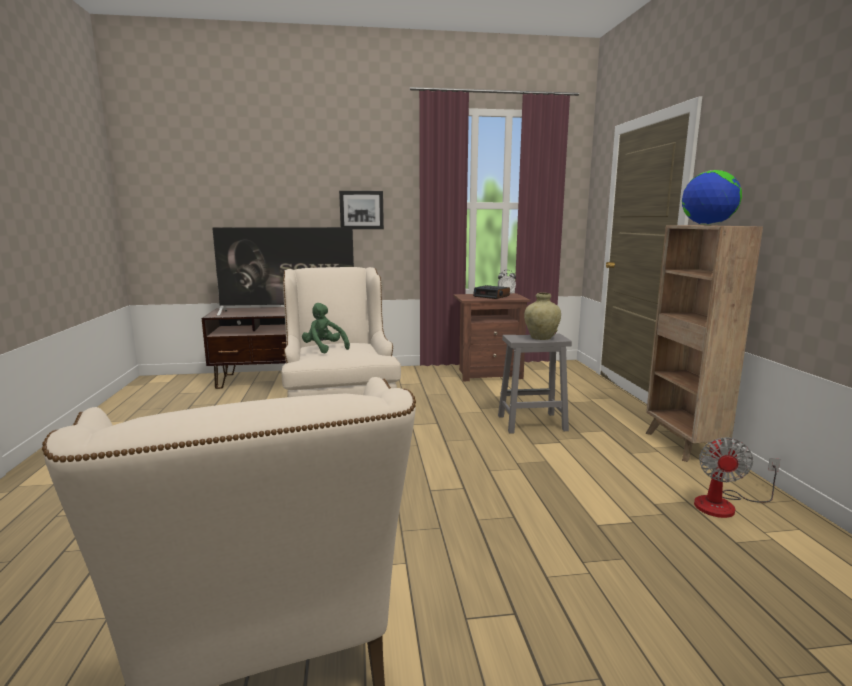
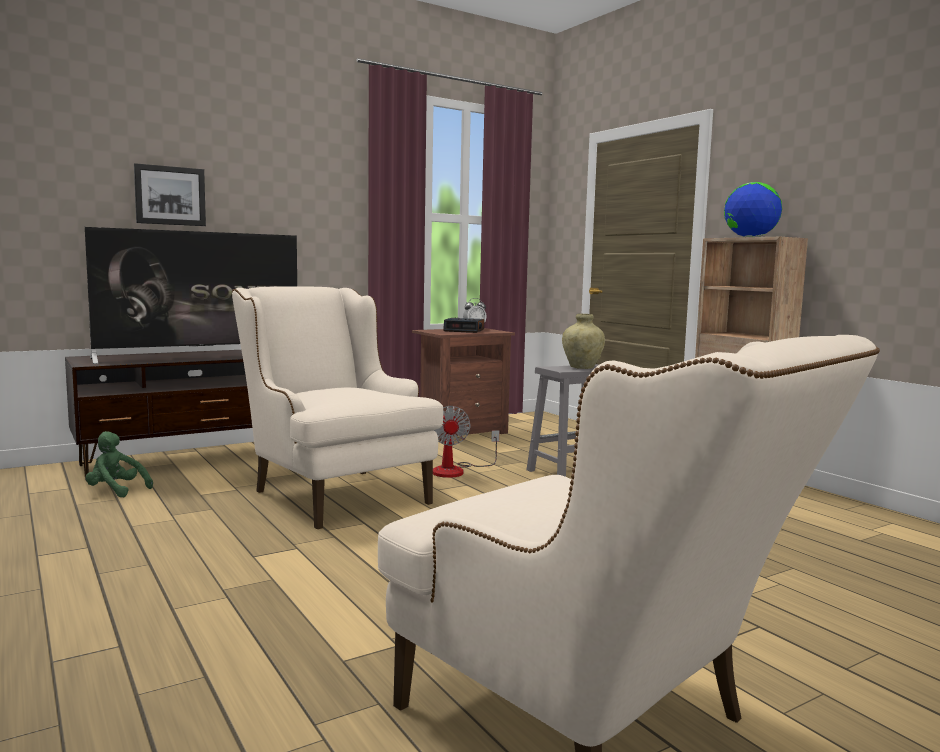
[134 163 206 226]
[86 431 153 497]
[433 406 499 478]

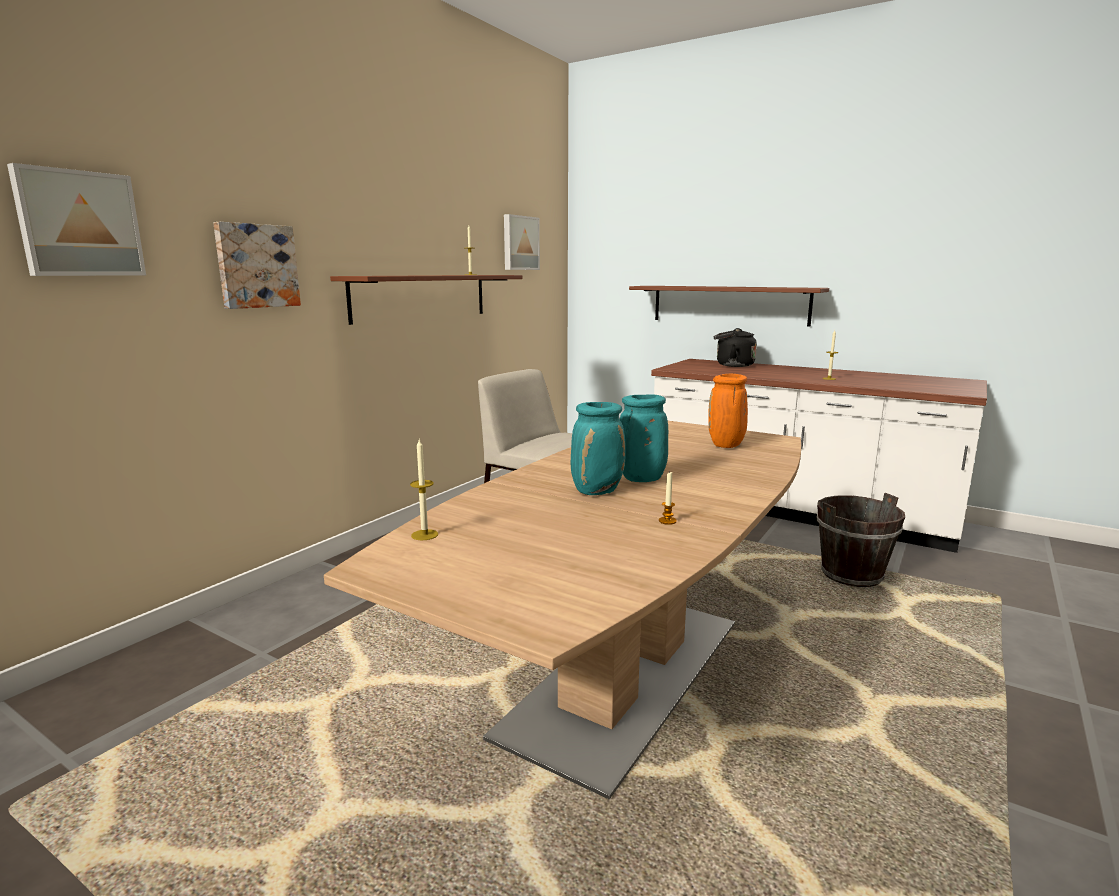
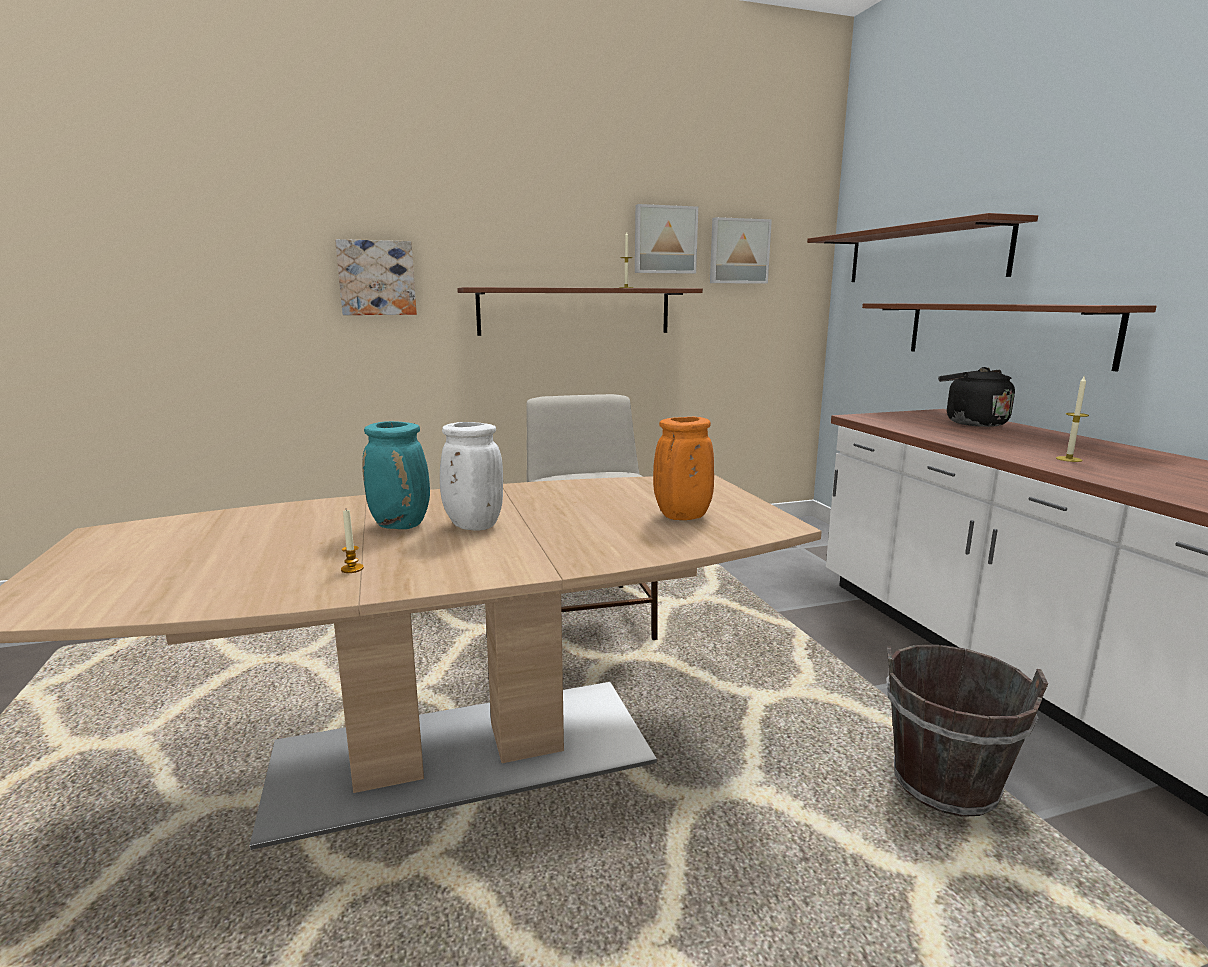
[635 204 698 274]
[440 422 503 531]
[410 439 438 540] (first image)
[807 213 1038 282]

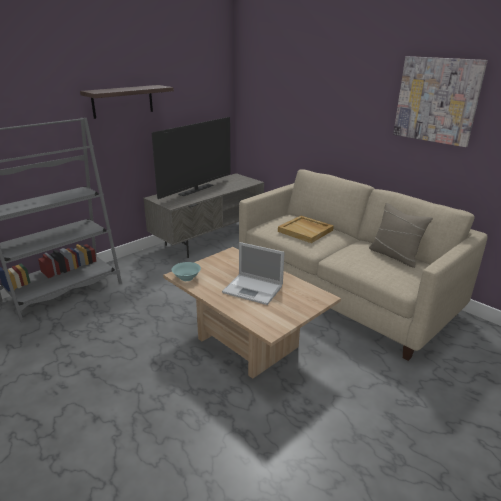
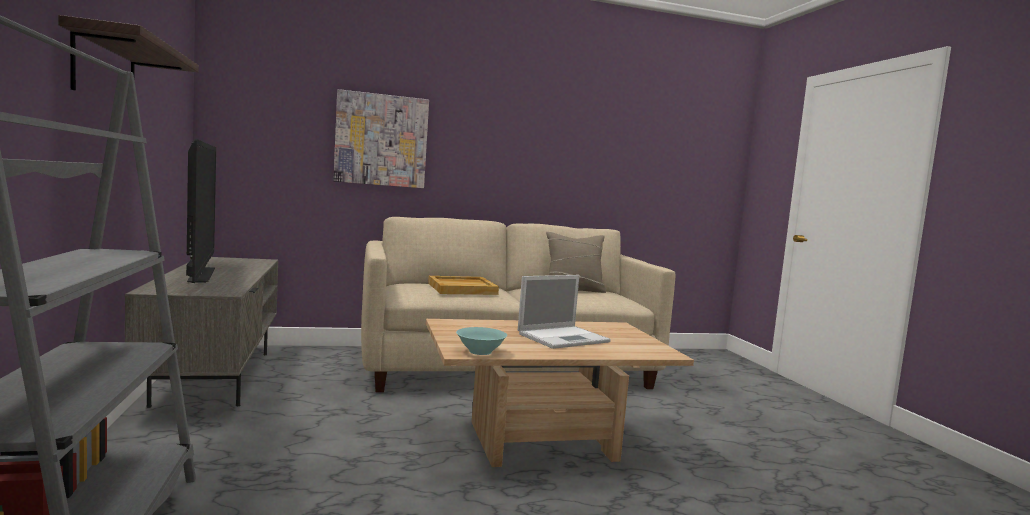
[333 89 429 188]

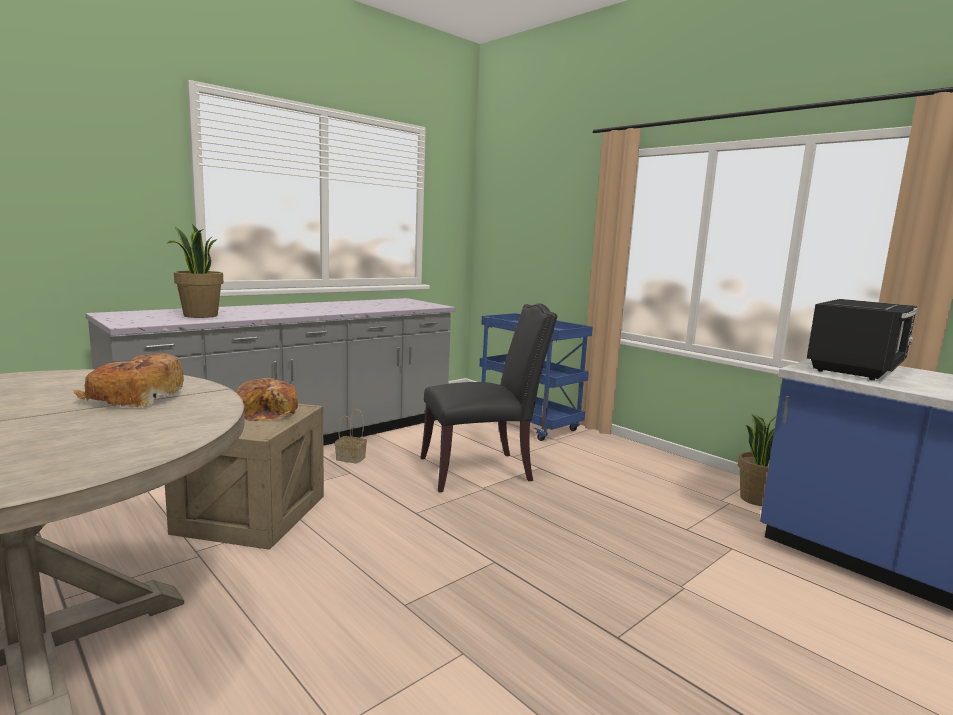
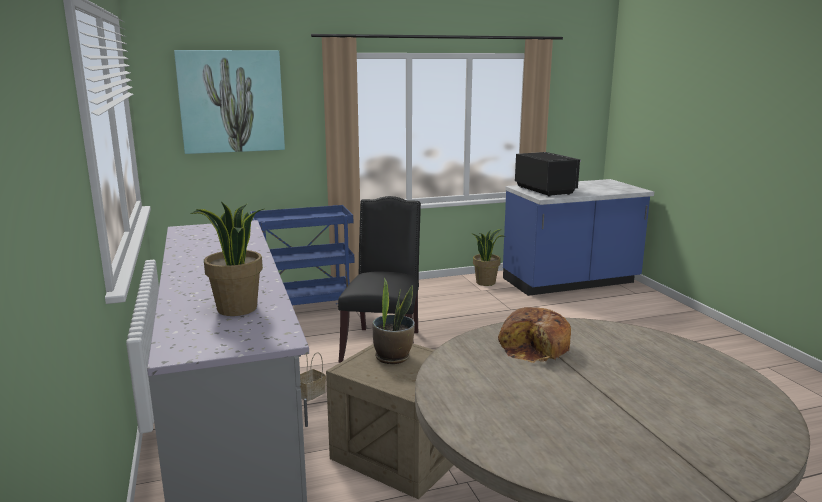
[373 278 415 364]
[174 50 285 154]

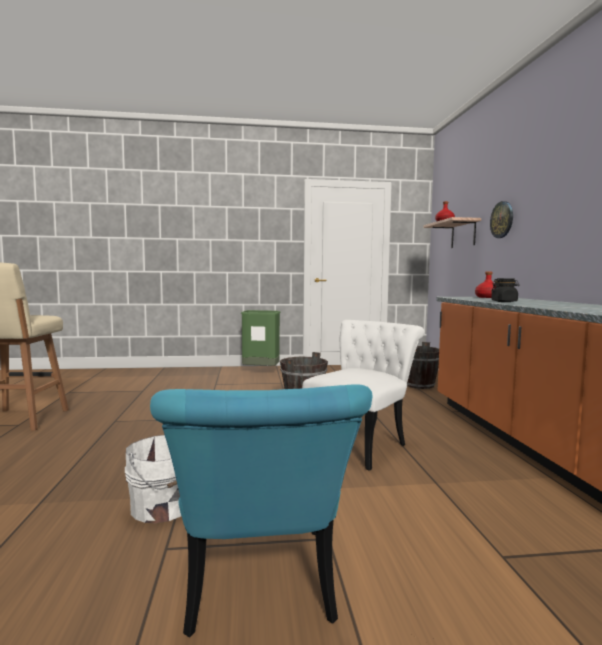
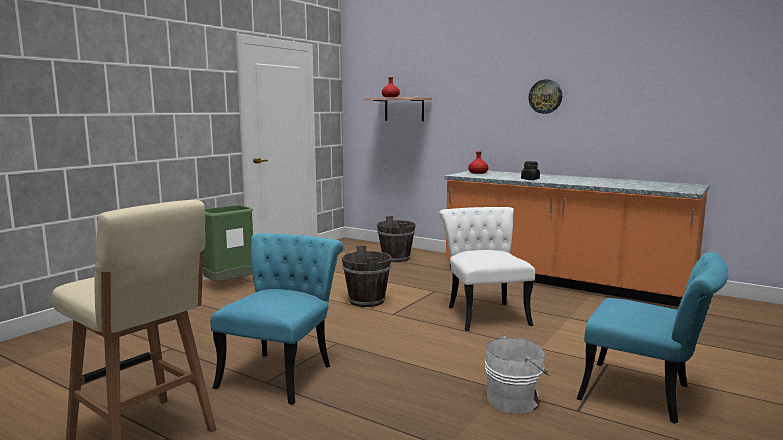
[529 79 562 114]
[211 233 344 405]

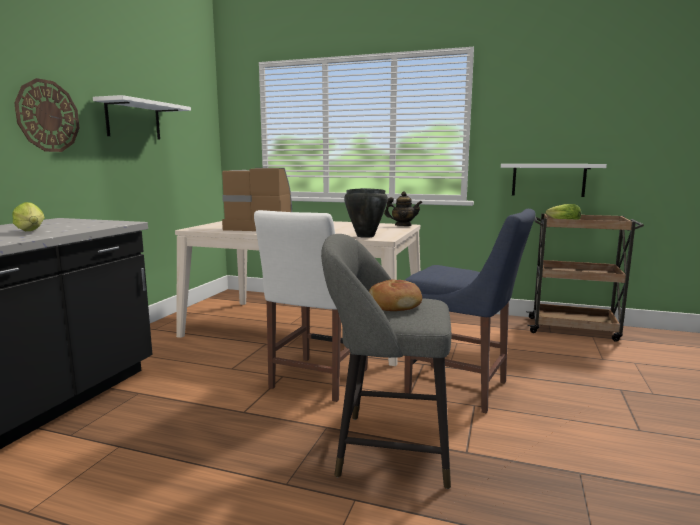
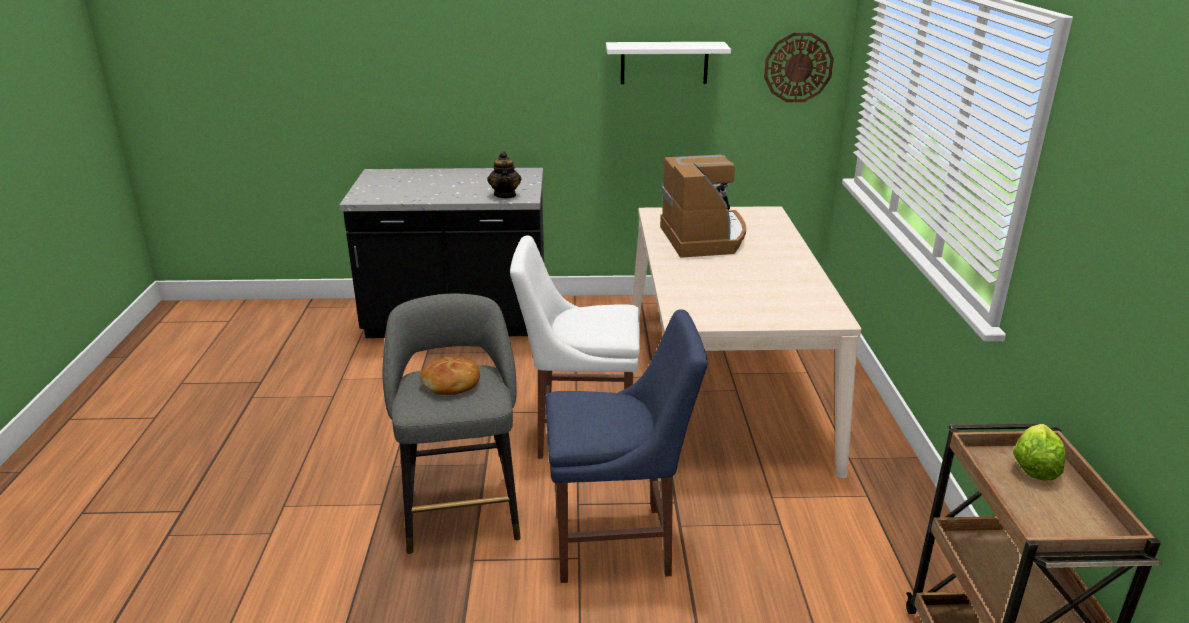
[764 33 834 102]
[501 164 607 197] (first image)
[344 188 388 238] (first image)
[487 151 521 198]
[12 202 45 231] (first image)
[546 309 708 583]

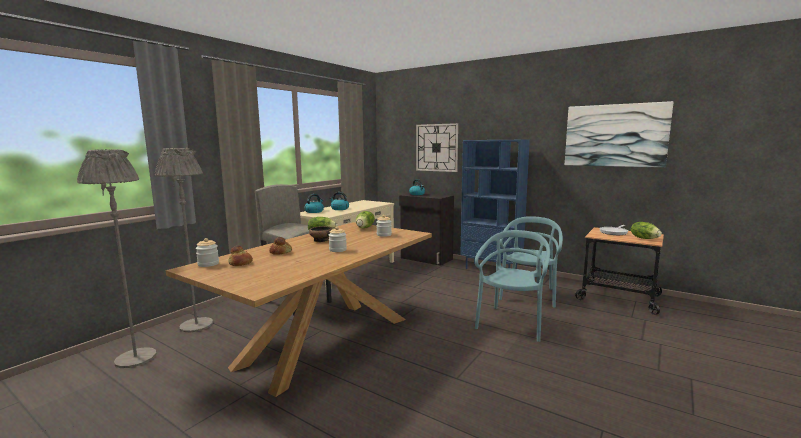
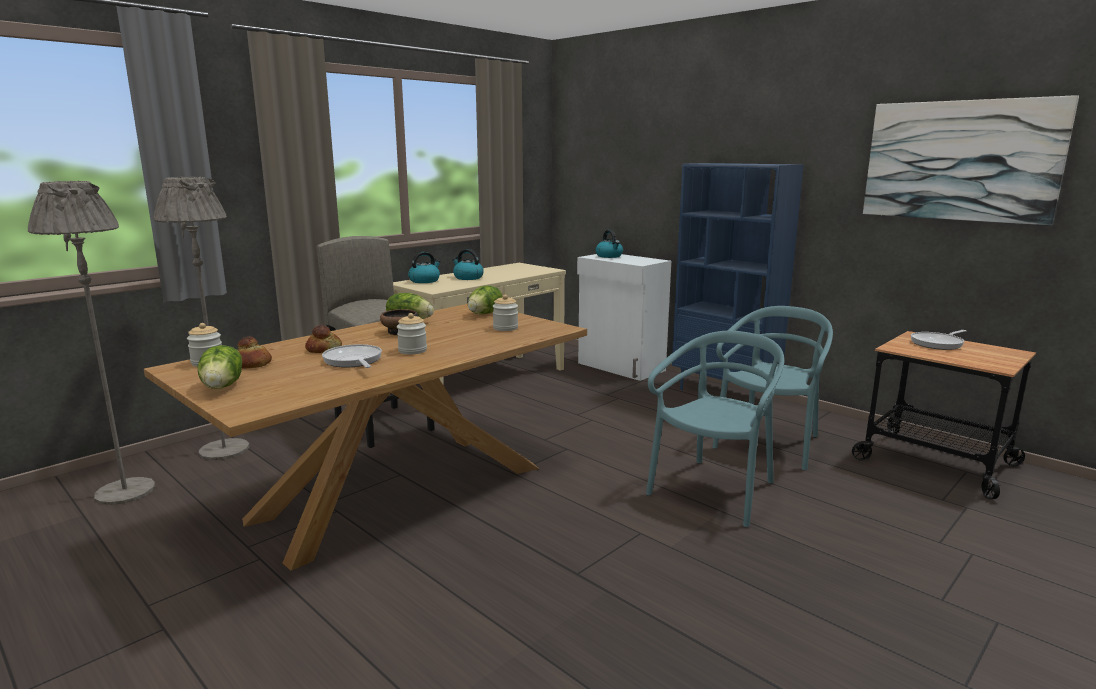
[416 123 458 172] (first image)
[577 254 671 381]
[197 345 242 389]
[322 344 382 368]

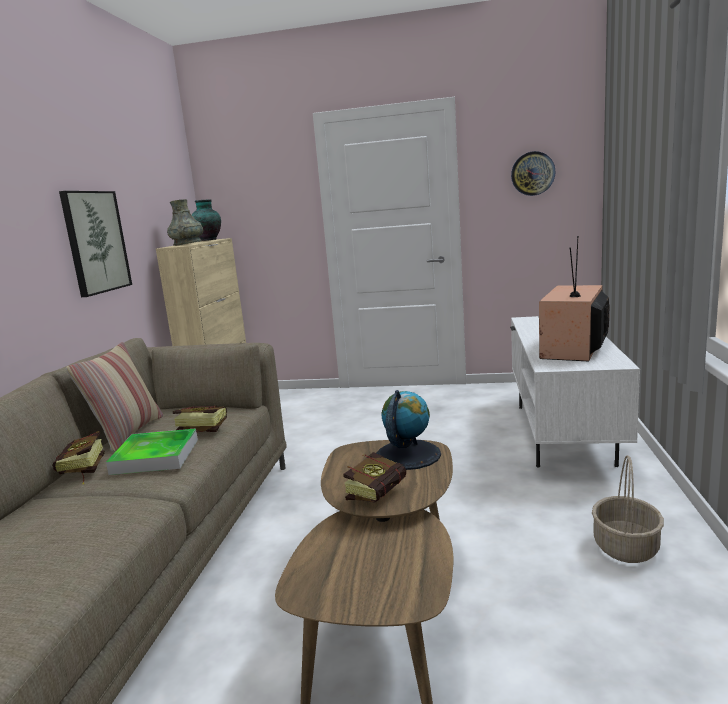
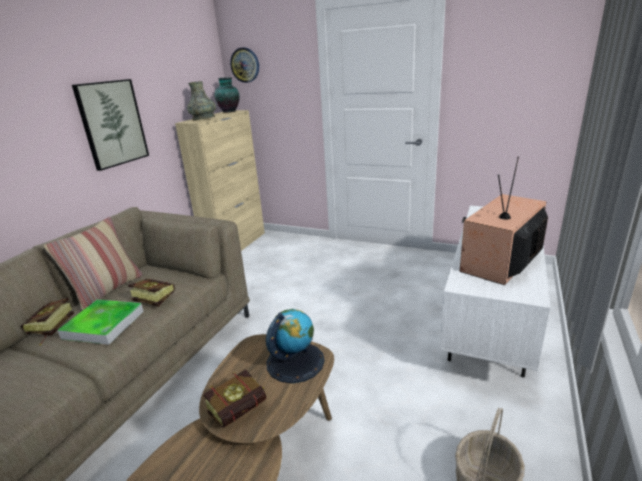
[230 47 259 83]

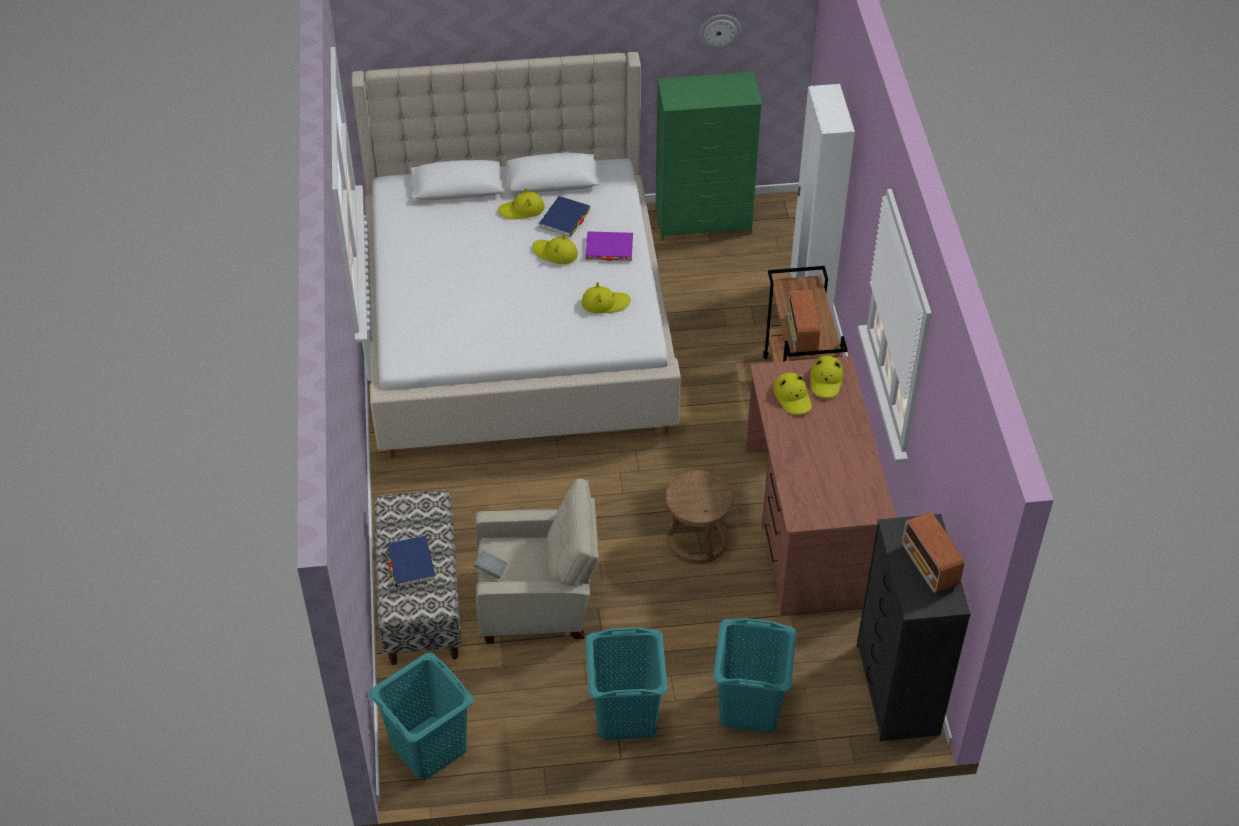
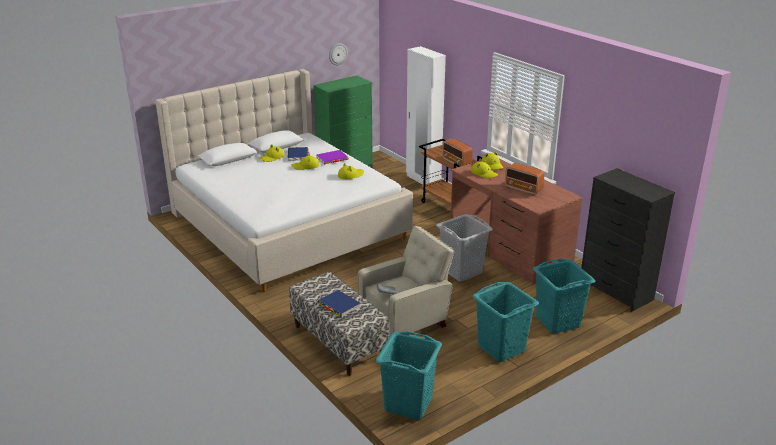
[436 214 493 282]
[505 163 545 195]

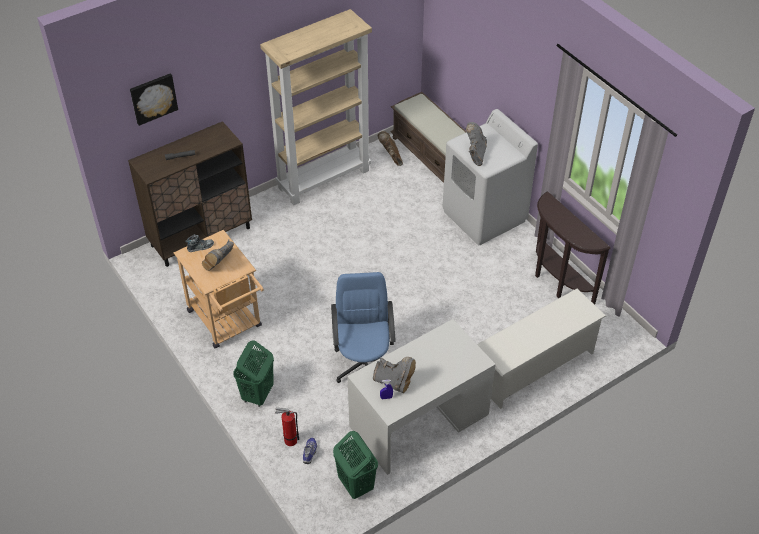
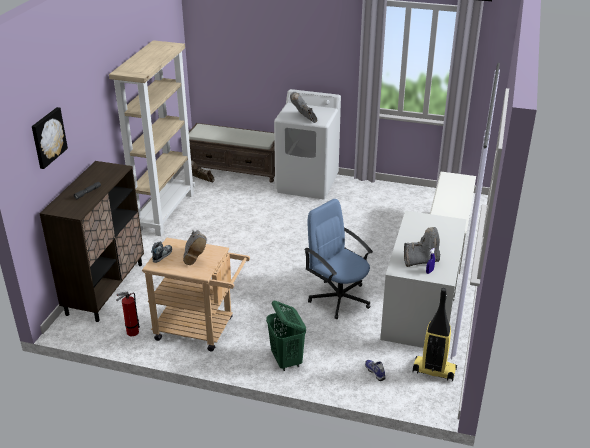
[535 191 611 305] (first image)
[116 291 140 336]
[412 288 457 382]

